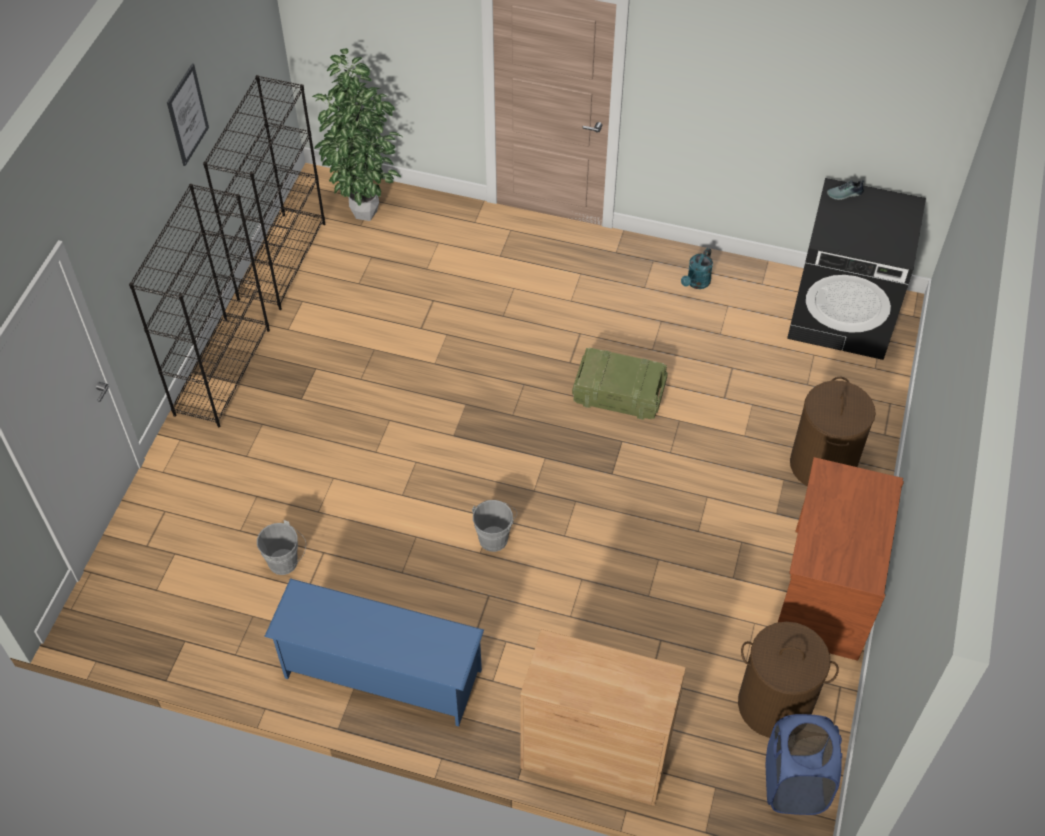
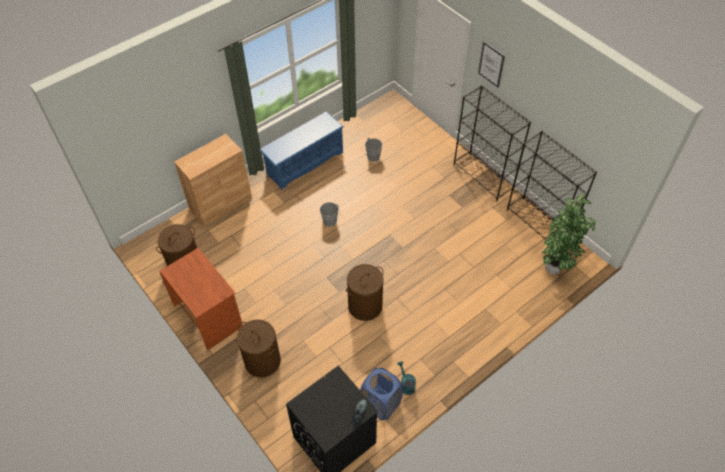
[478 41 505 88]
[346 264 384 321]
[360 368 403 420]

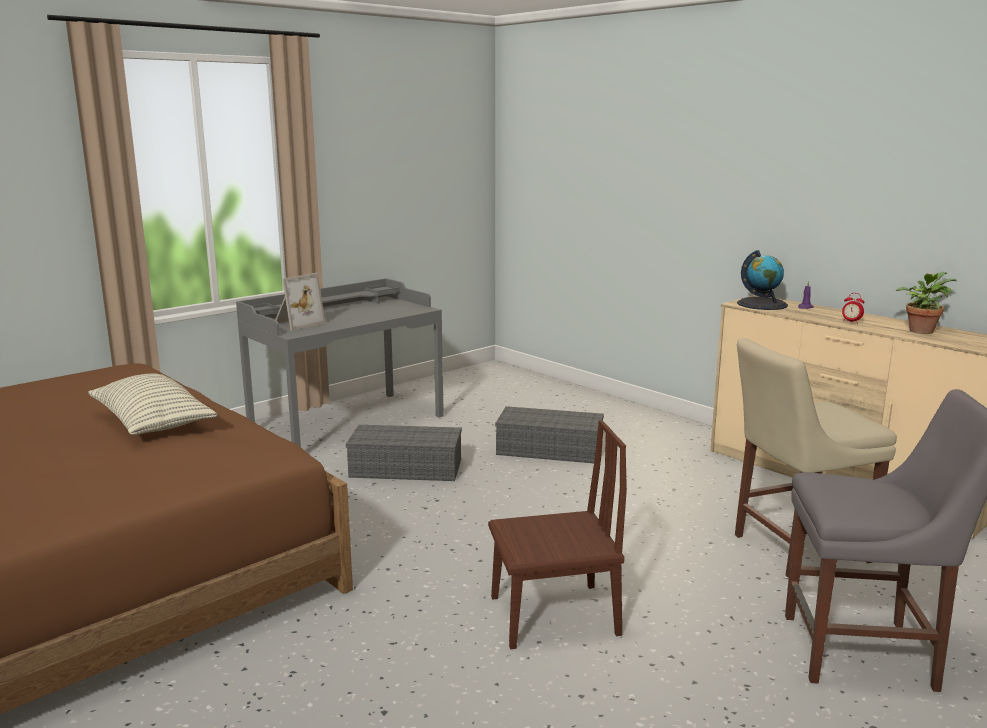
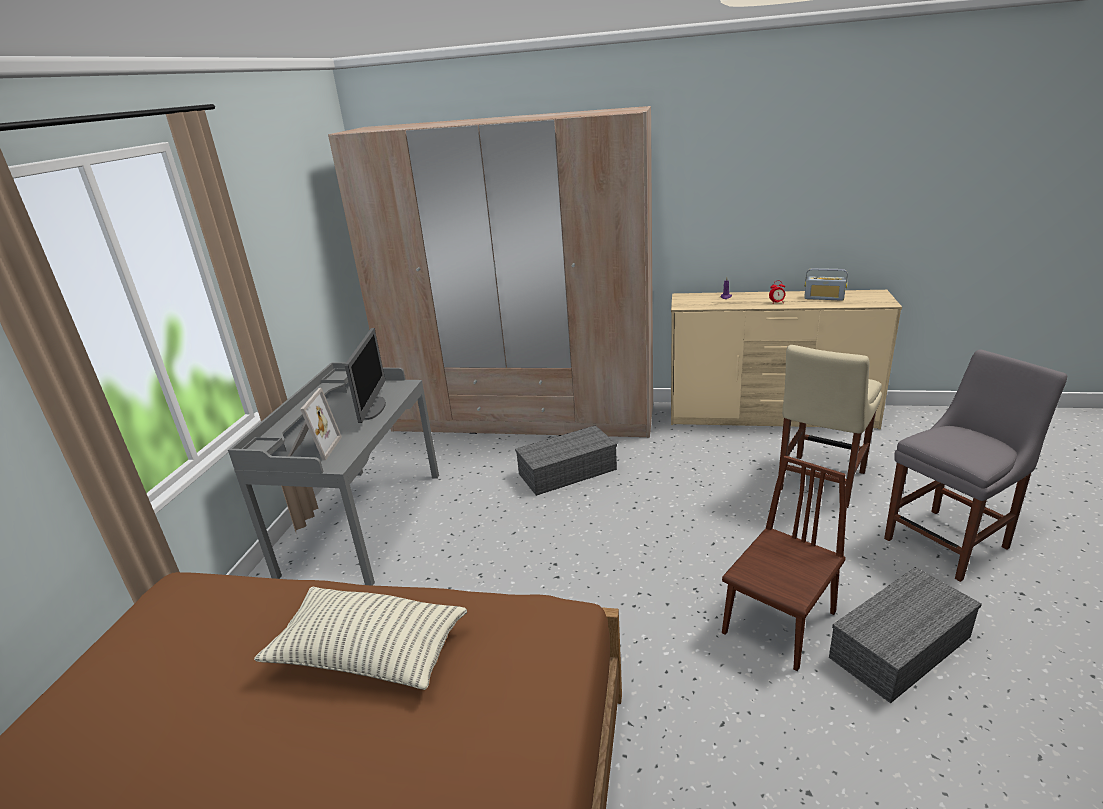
[737 250 788 310] (first image)
[804 268 848 301]
[829 567 982 703]
[328 106 653 438]
[345 328 386 423]

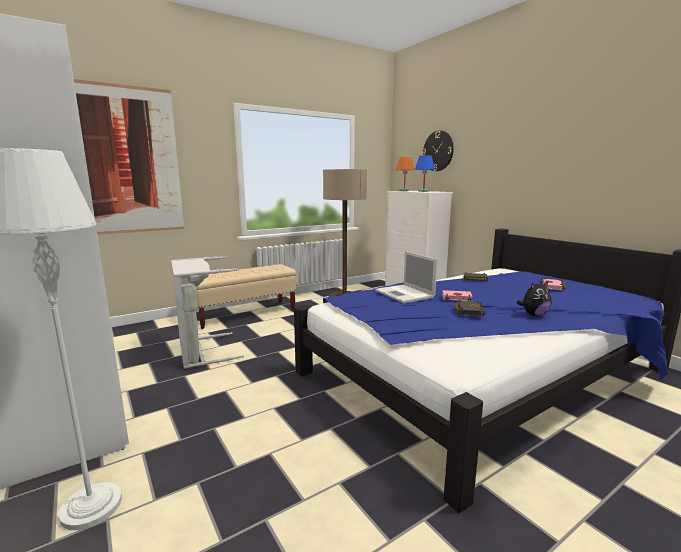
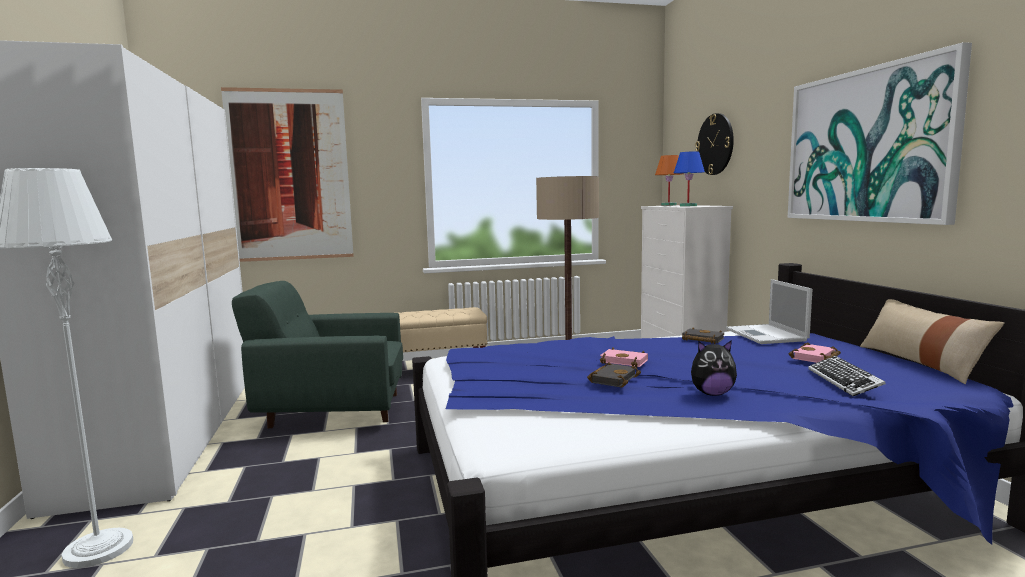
[726 279 812 344]
[232 281 403 428]
[788 42 972 225]
[860 299 1004 384]
[808 356 886 396]

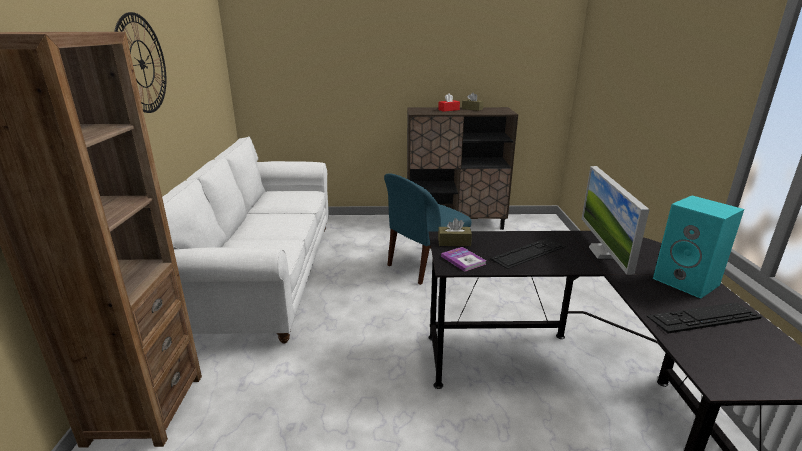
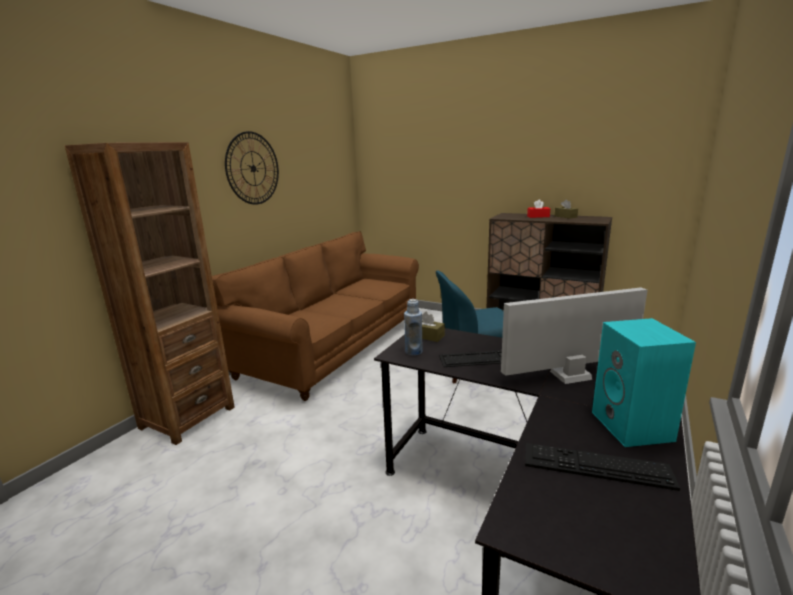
[212 231 419 401]
[501 287 648 384]
[404 299 423 355]

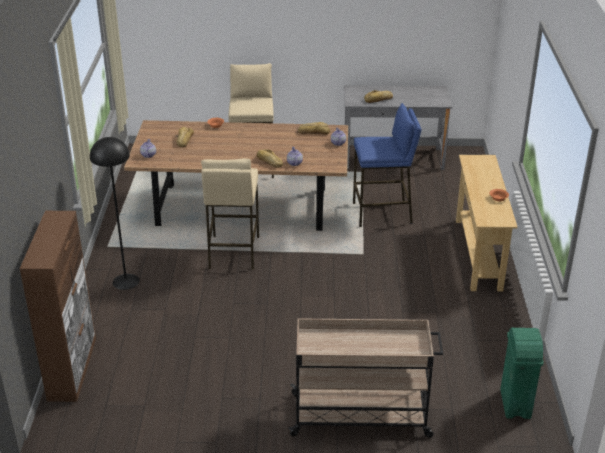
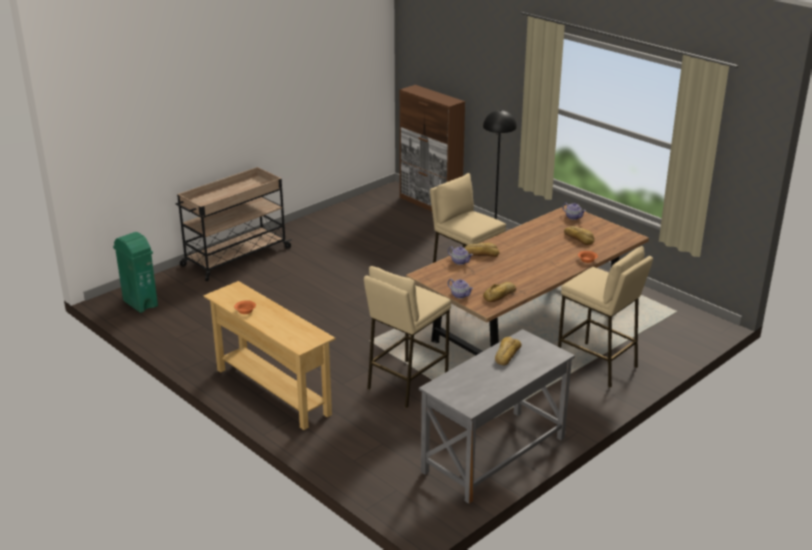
[364 266 451 408]

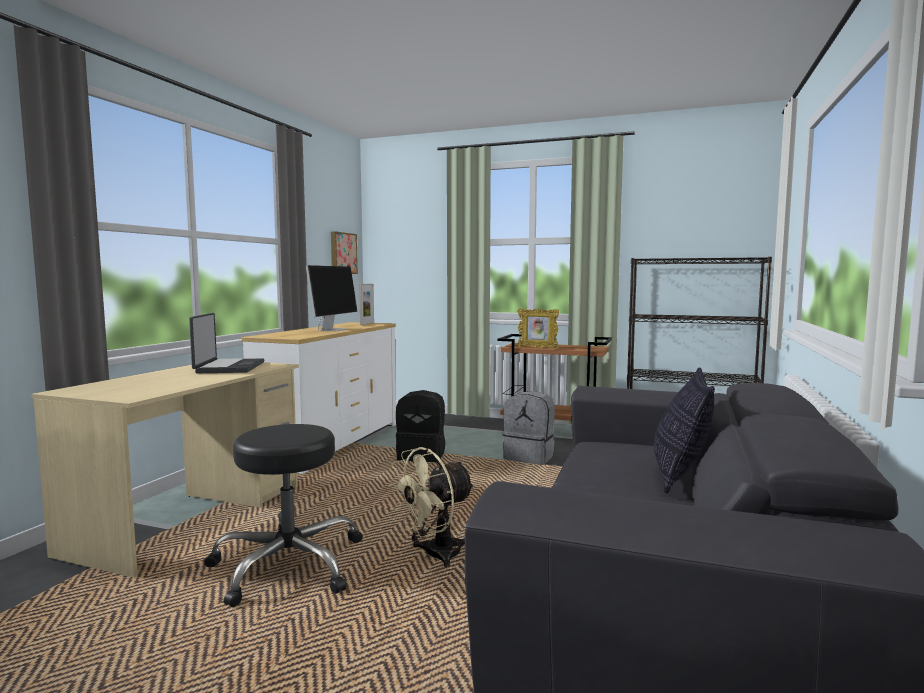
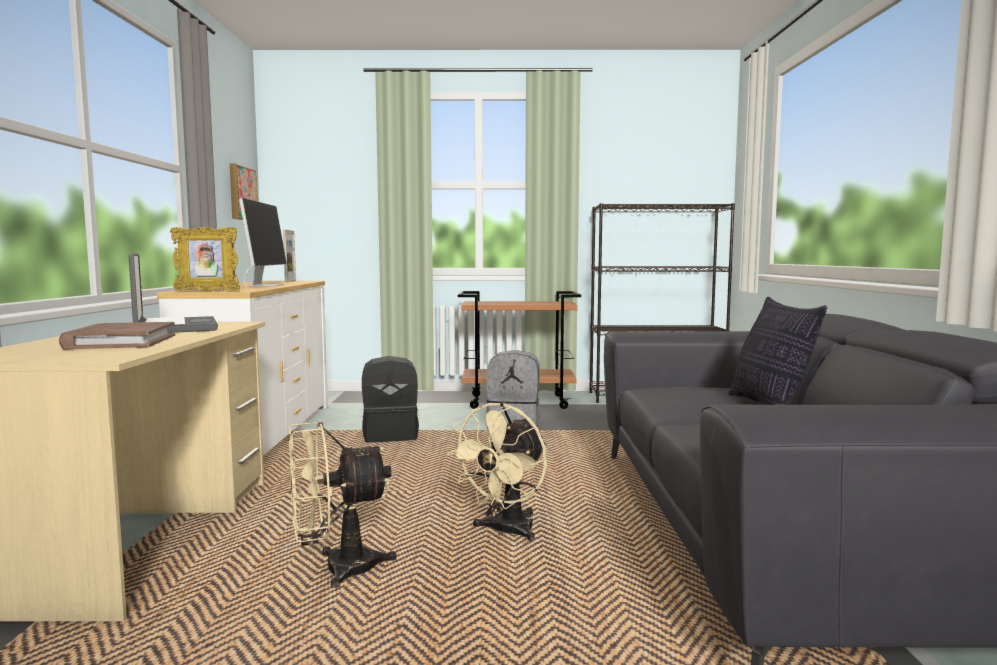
[170 226 240 291]
[289 421 397 588]
[59 322 175 349]

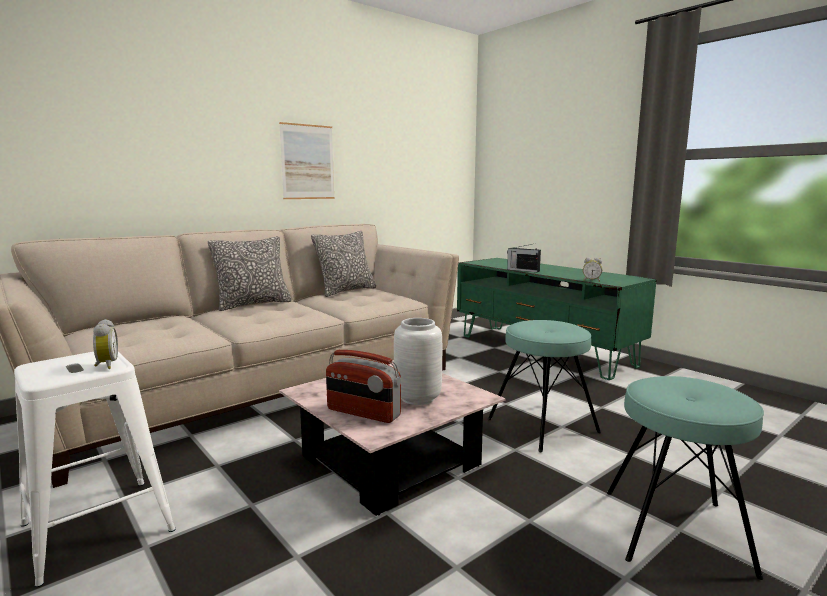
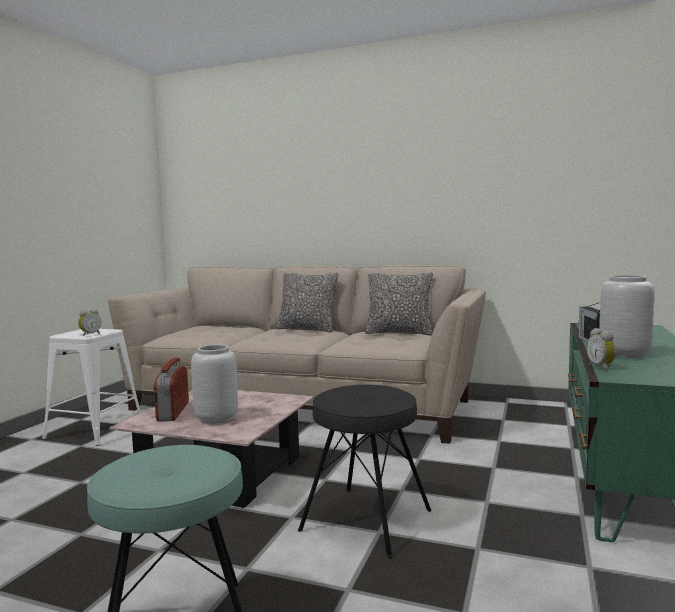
[279 122 335 199] (first image)
[298 385 431 559]
[599 275 654 358]

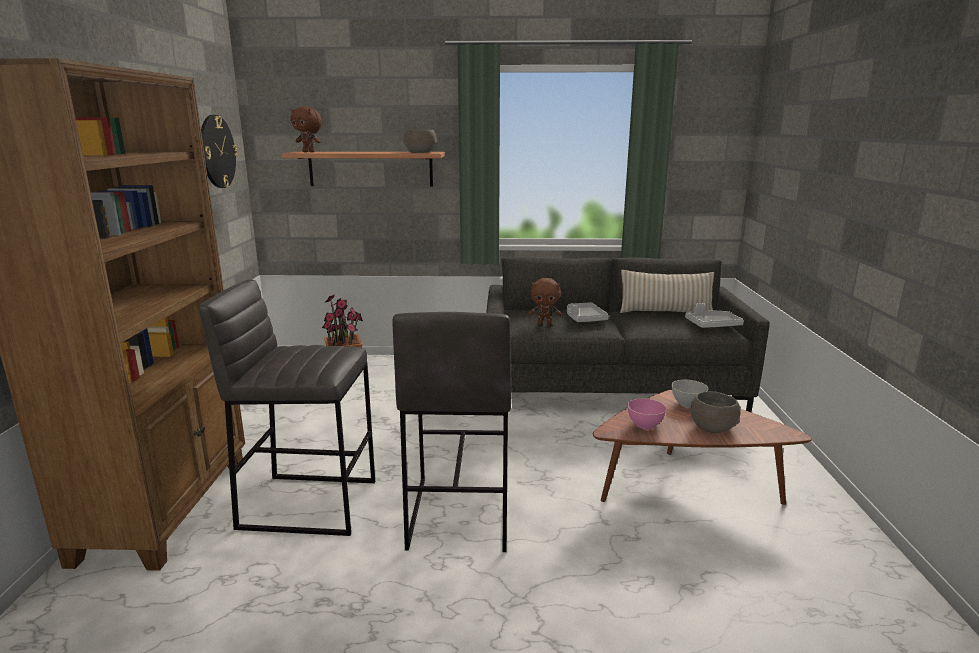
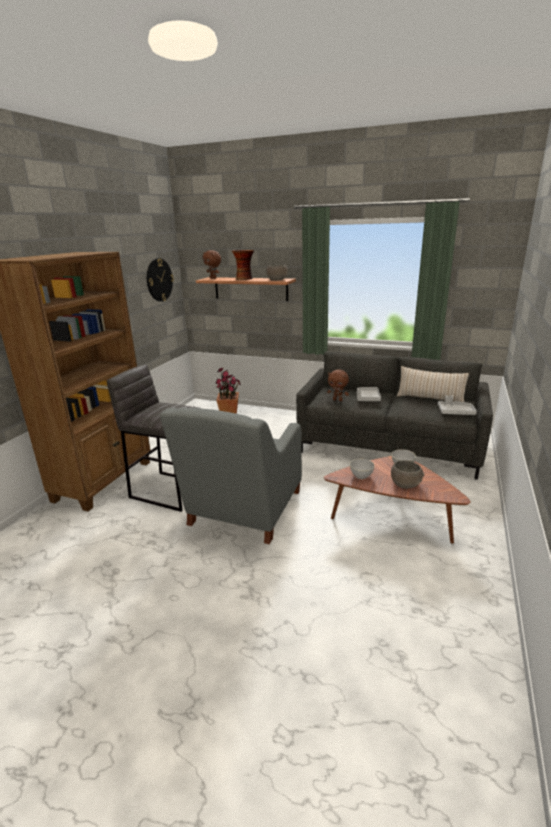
[160 408 302 544]
[350 459 375 479]
[232 250 254 280]

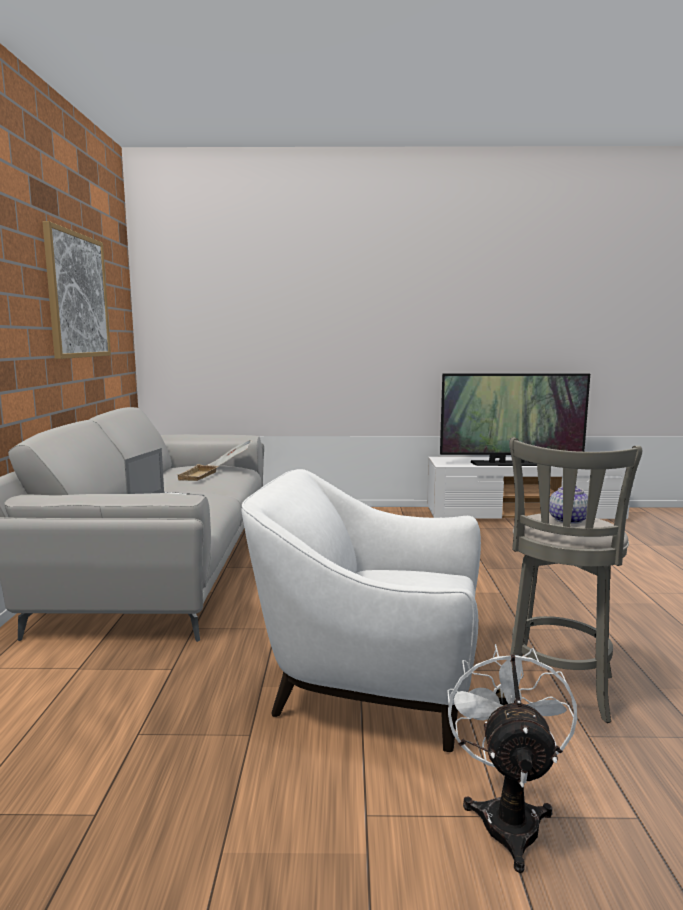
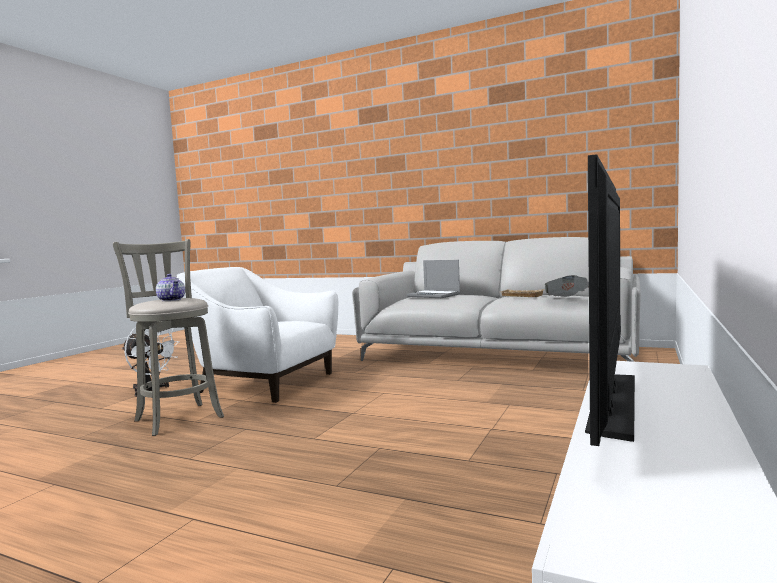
[43 221 111 359] (first image)
[177 267 338 403]

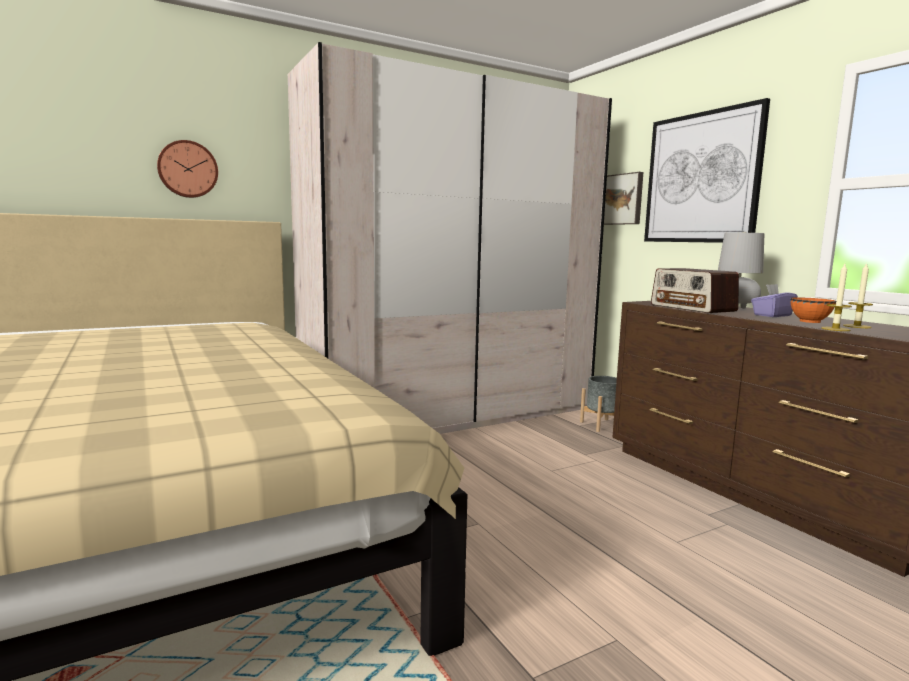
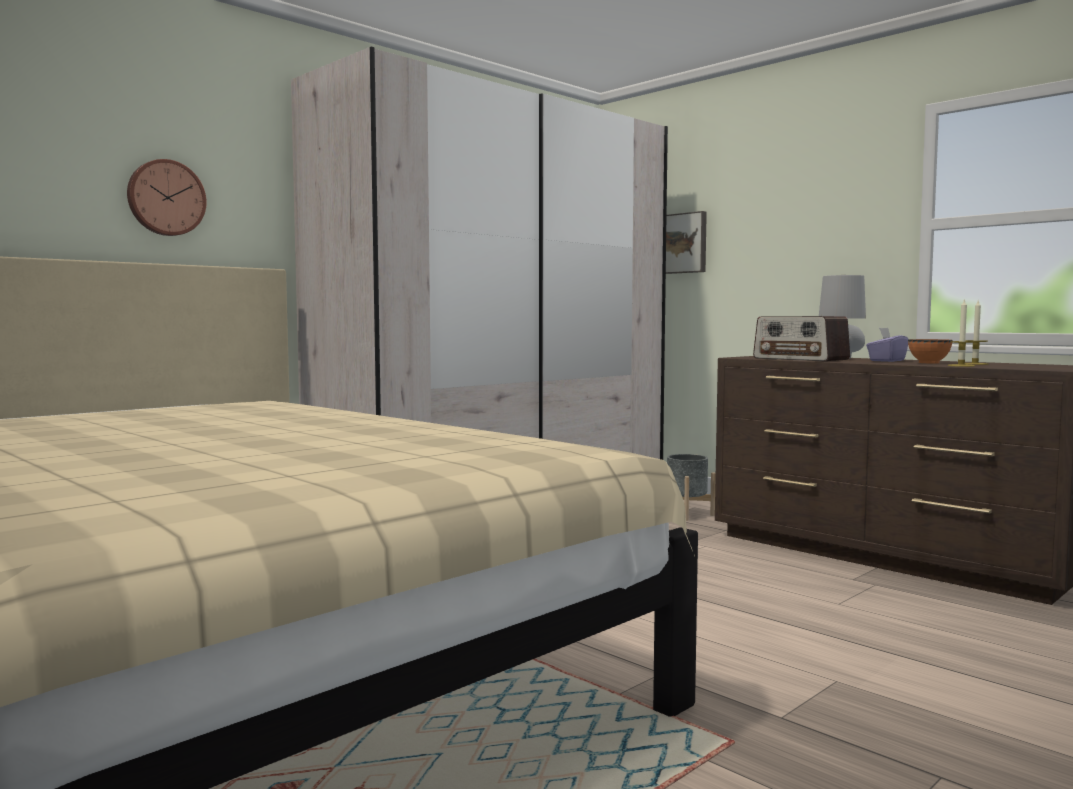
[644 98 770 243] (first image)

